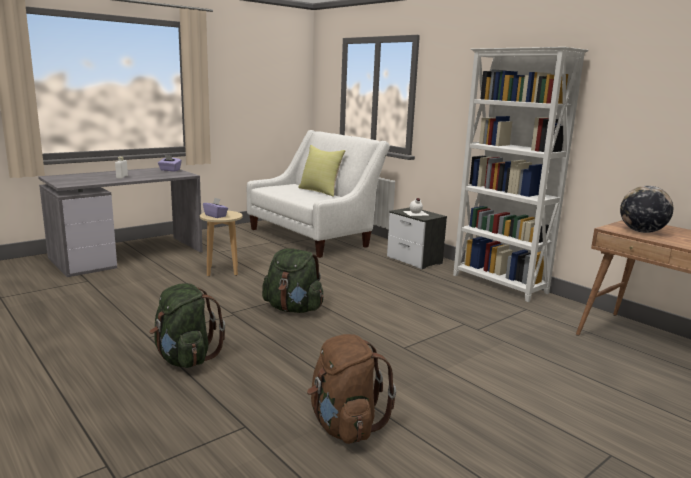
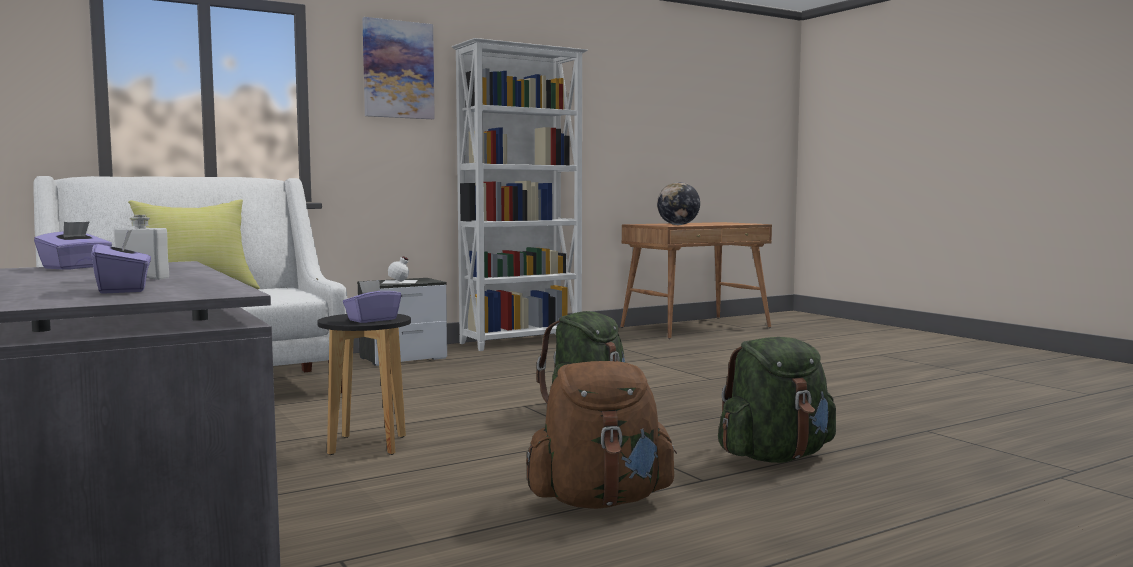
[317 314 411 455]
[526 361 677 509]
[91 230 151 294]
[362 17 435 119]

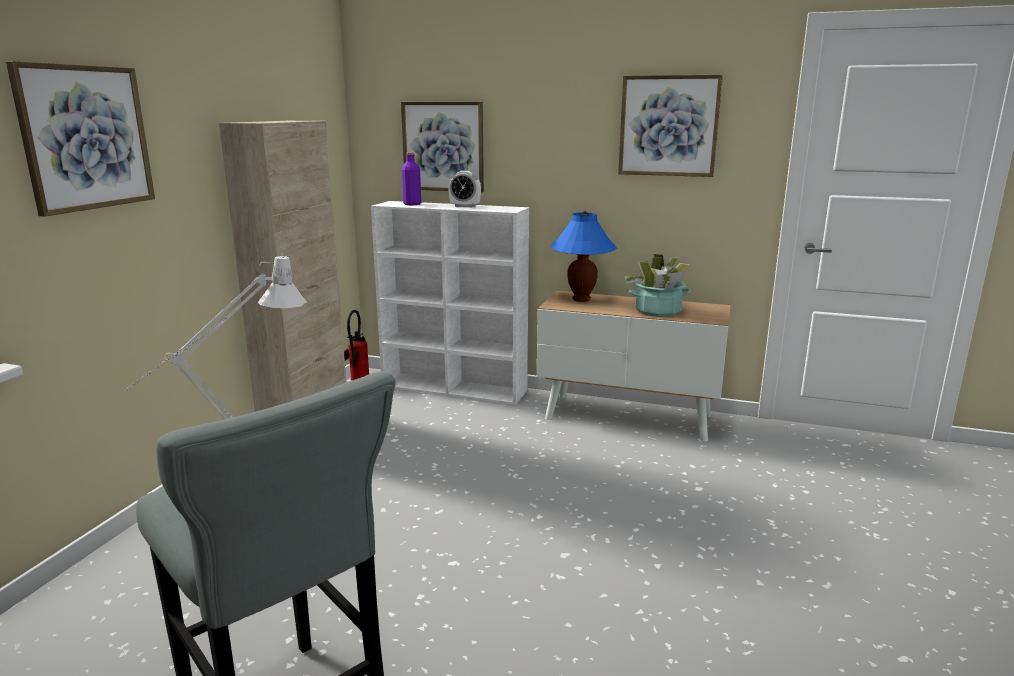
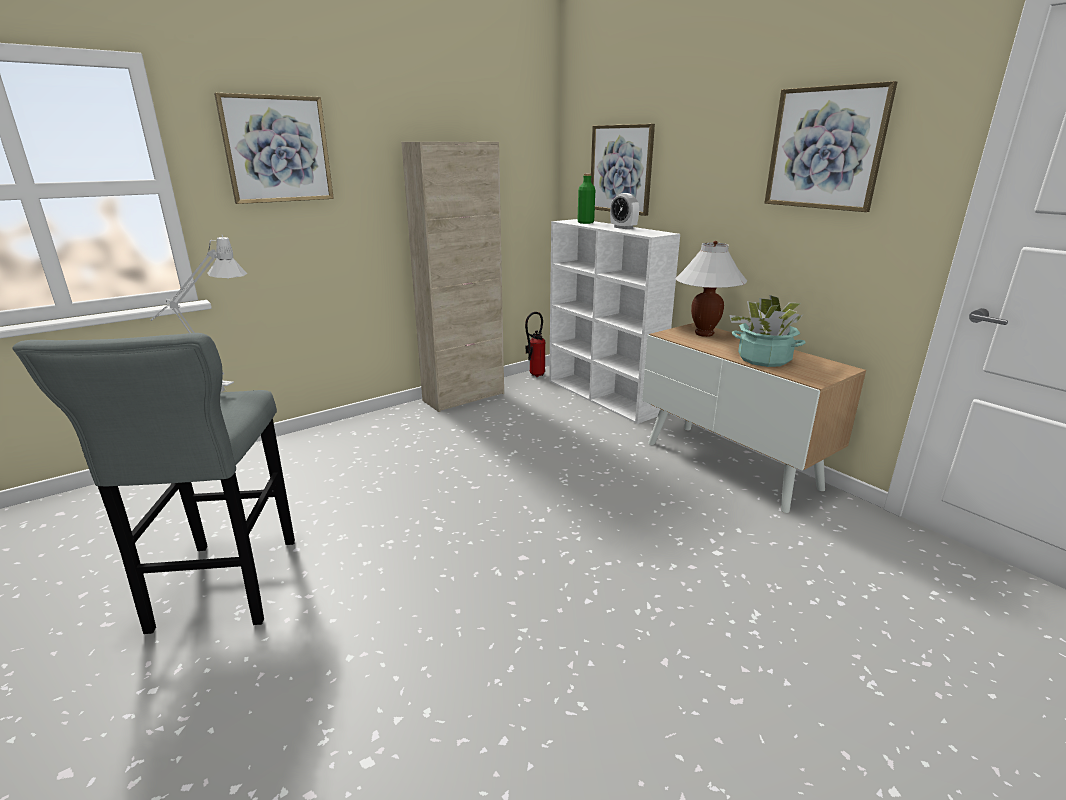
[578 173 595 224]
[675 241 748 337]

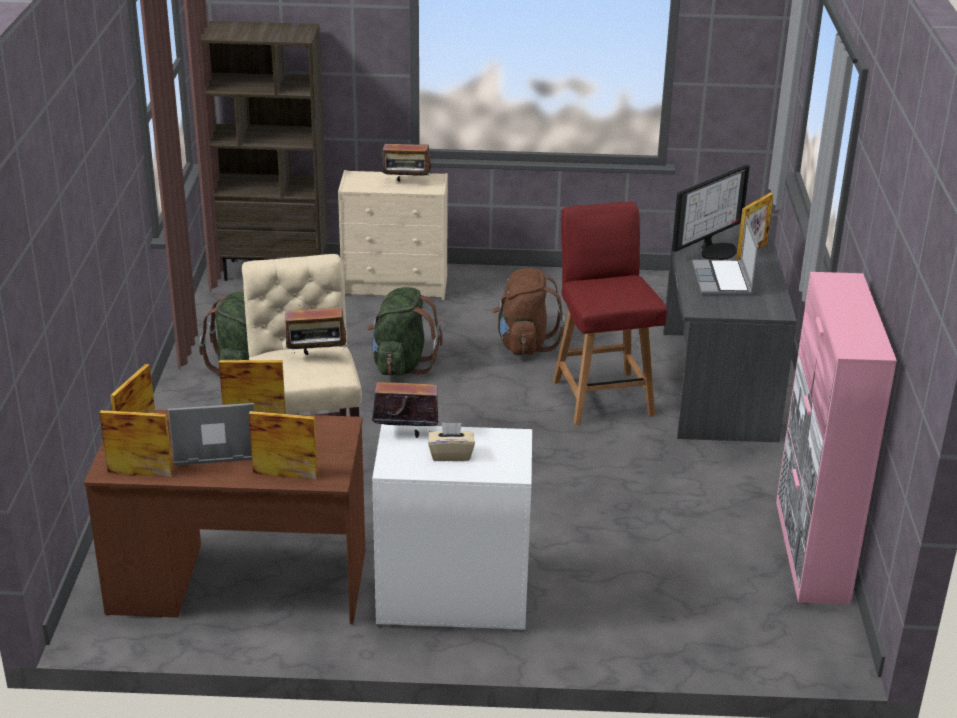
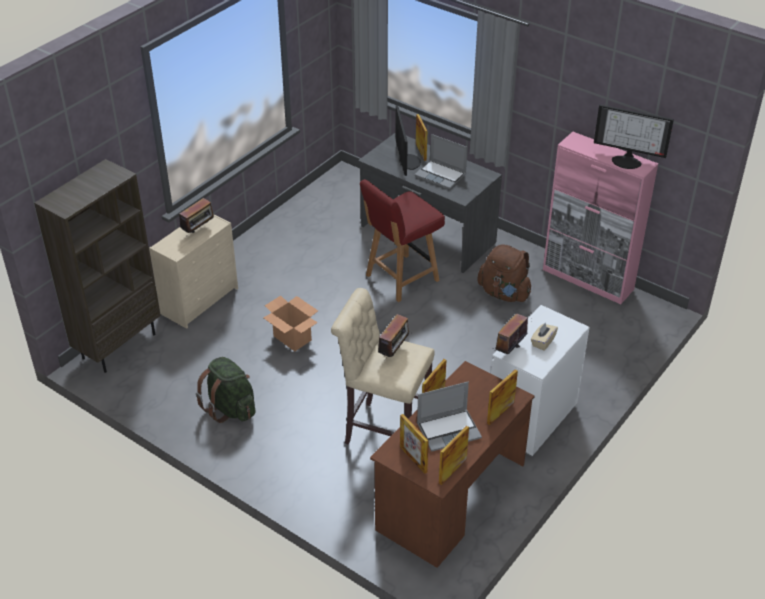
[417 382 482 452]
[264 296 318 351]
[477 244 531 302]
[360 179 445 302]
[594 105 674 169]

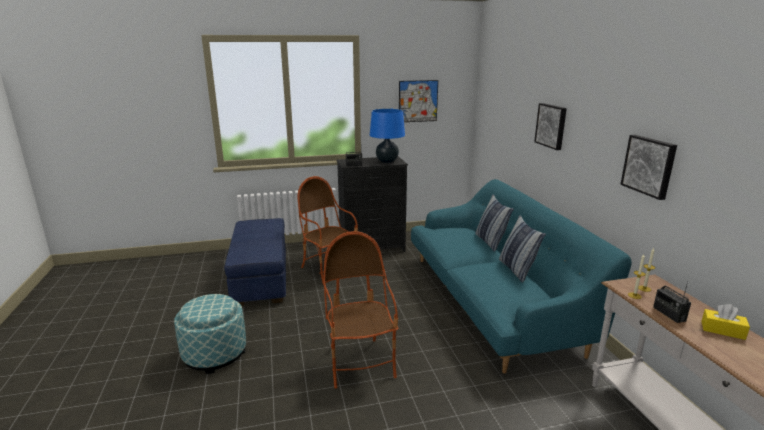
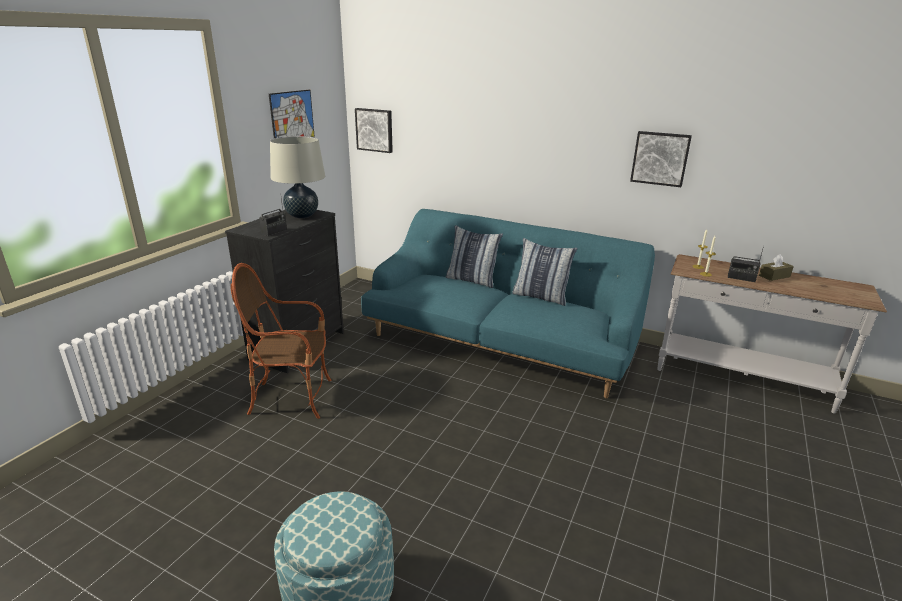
[224 218 286 306] (first image)
[324 231 398 389] (first image)
[270 136 325 218]
[355 108 393 153]
[759 254 794 281]

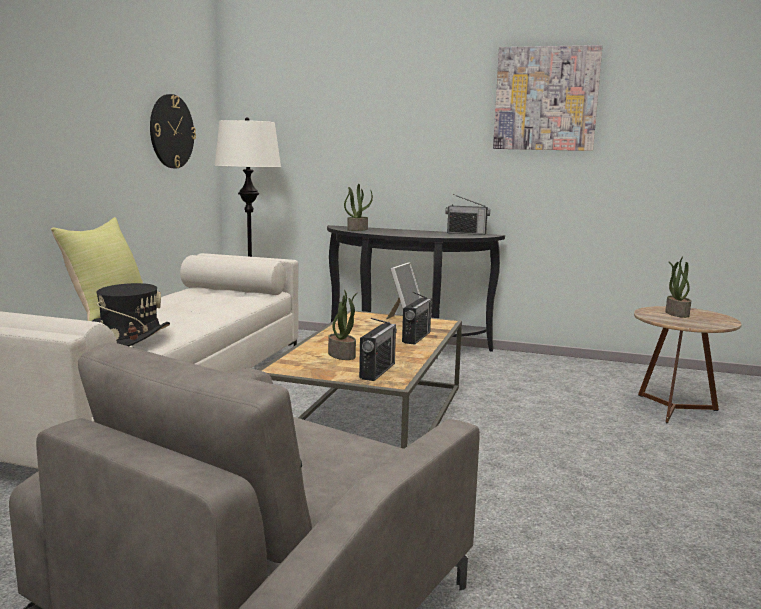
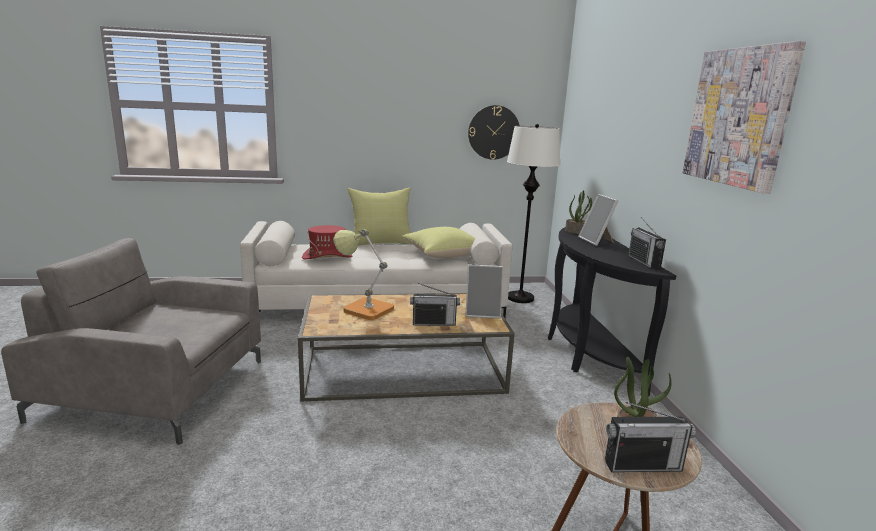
[302 225 353 259]
[334 229 394 320]
[605 402 696 472]
[401 227 475 258]
[578 194 619 246]

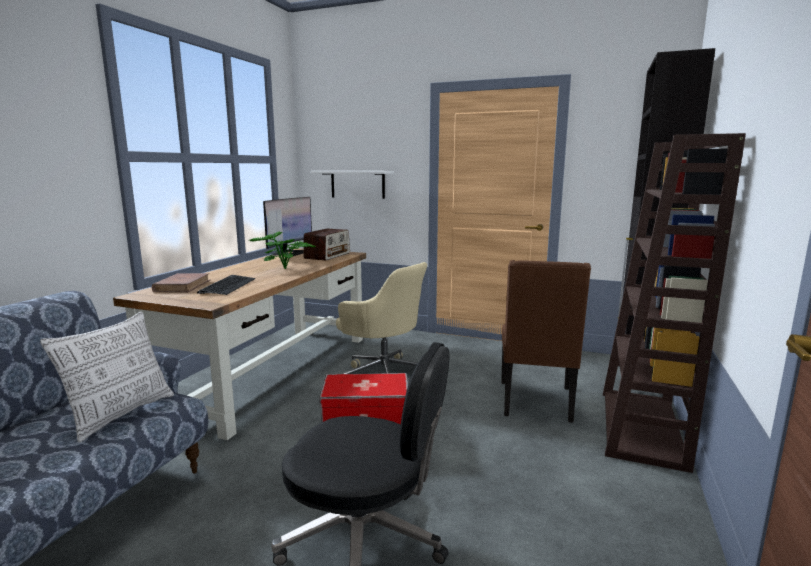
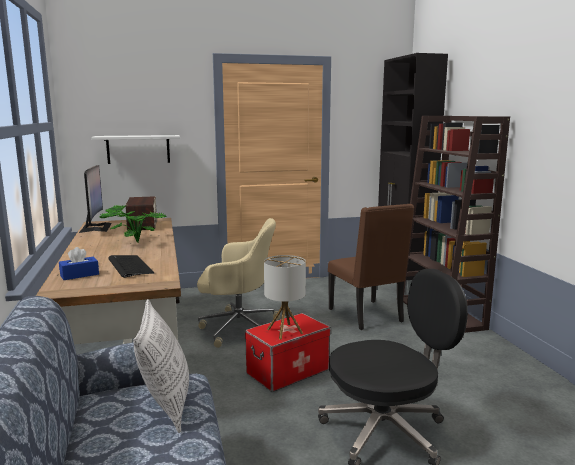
[59 247 99 280]
[264 255 306 340]

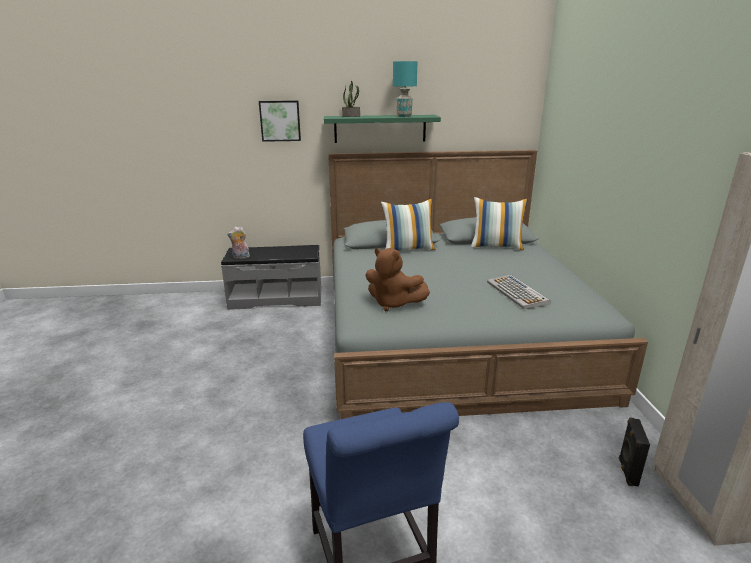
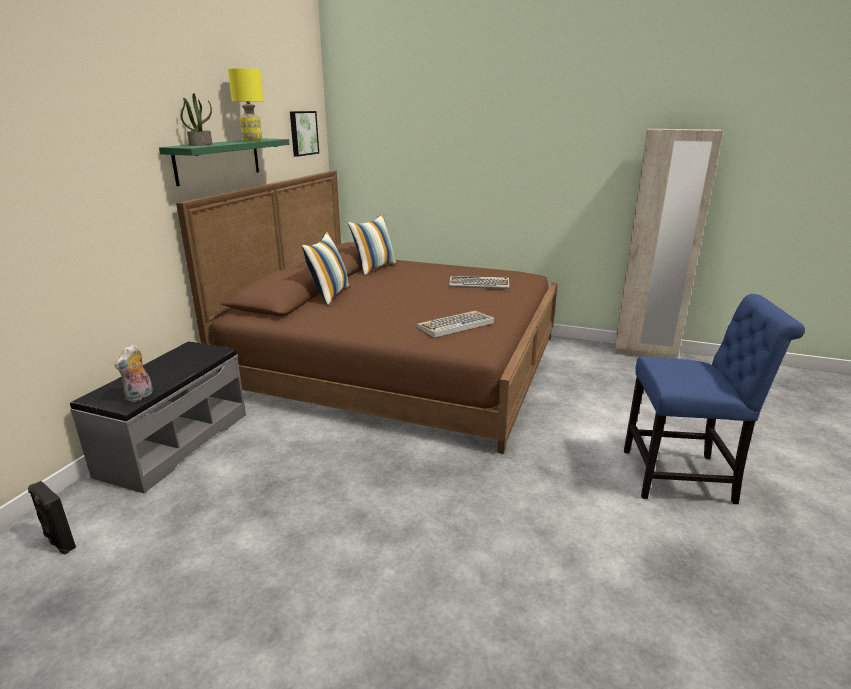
[290 111 319 157]
[176 171 558 454]
[416 311 494 338]
[228 68 264 141]
[28 481 76 554]

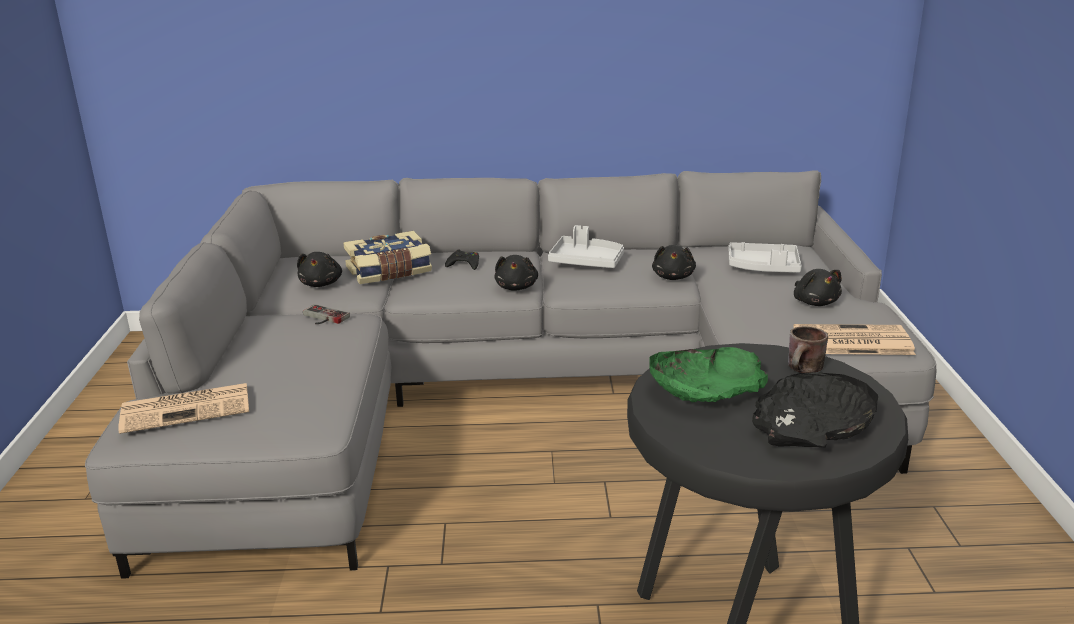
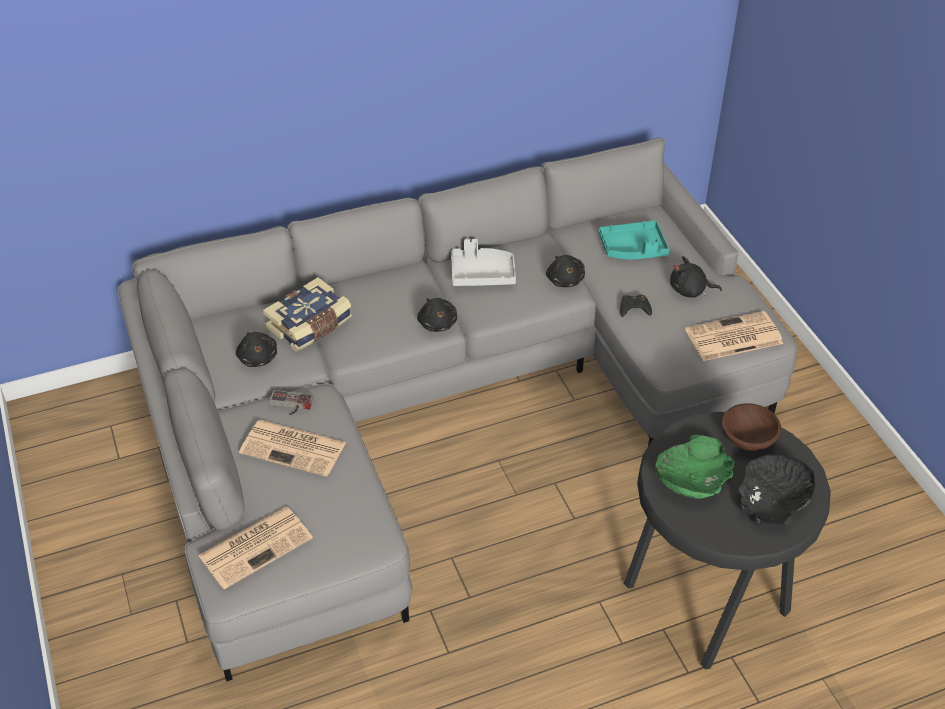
[620 295 652 317]
[598 221 670 259]
[722 403 781 451]
[670 256 722 298]
[239 420 346 477]

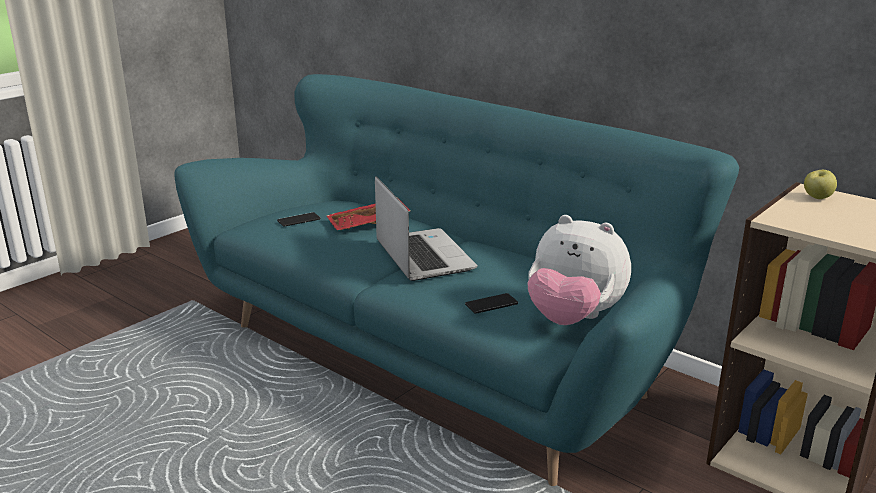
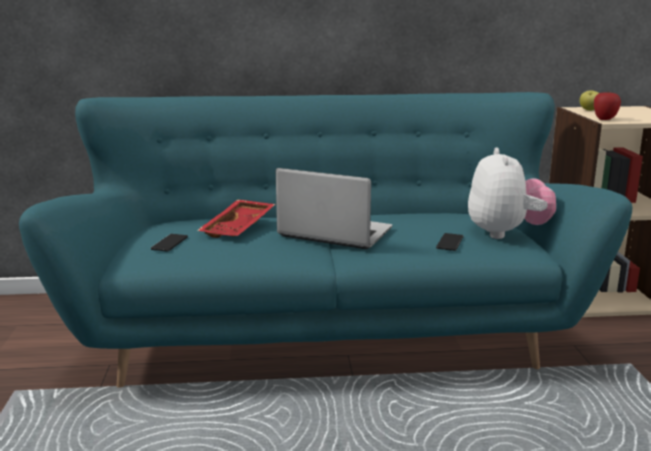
[468 148 556 239]
[594 91 621 120]

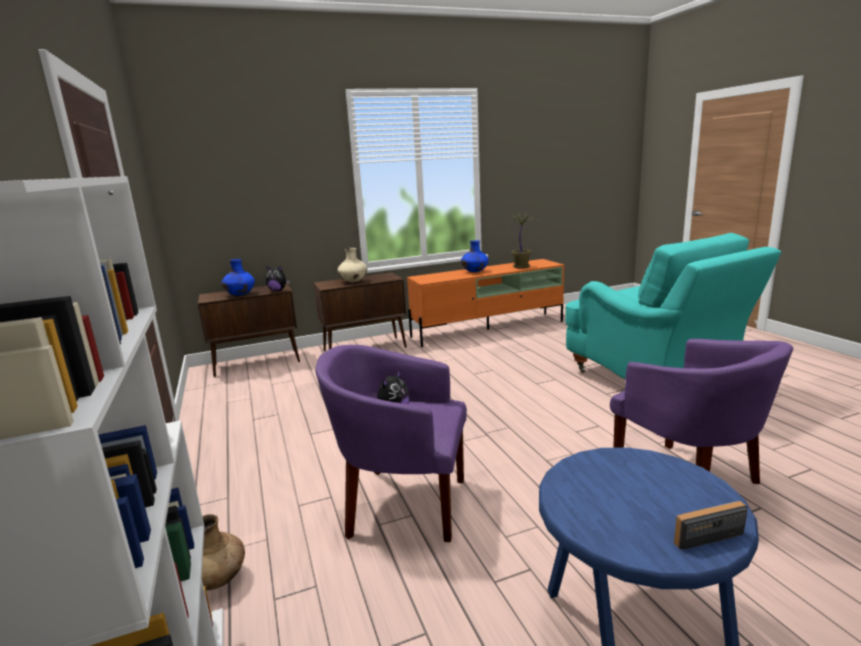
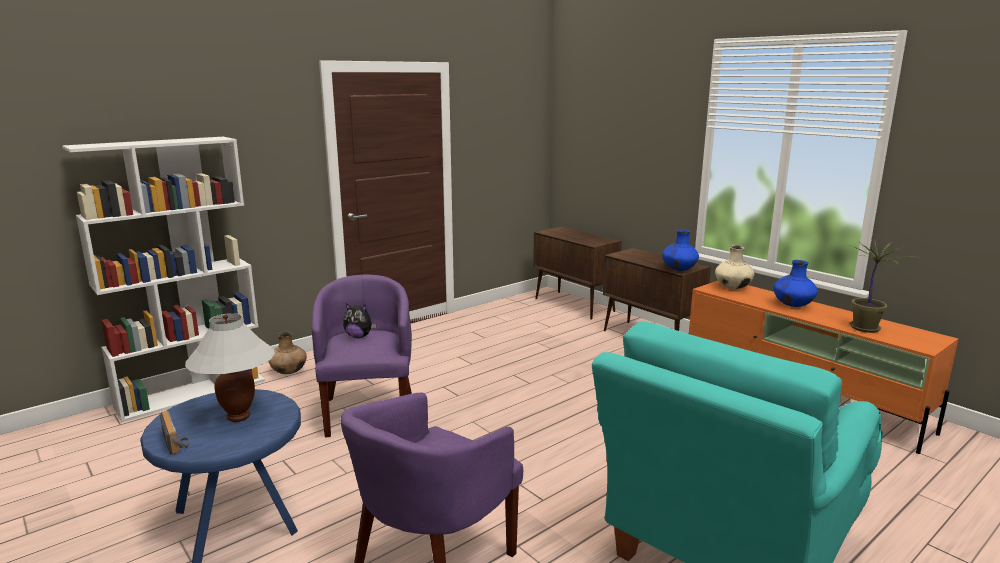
[662 229 699 271]
[266 266 290 291] (first image)
[715 245 755 289]
[185 313 275 422]

